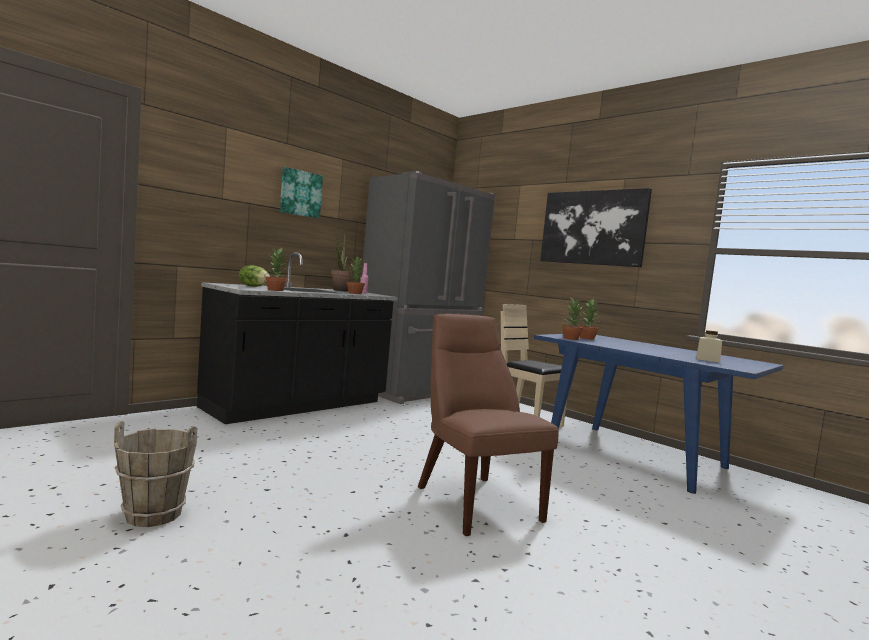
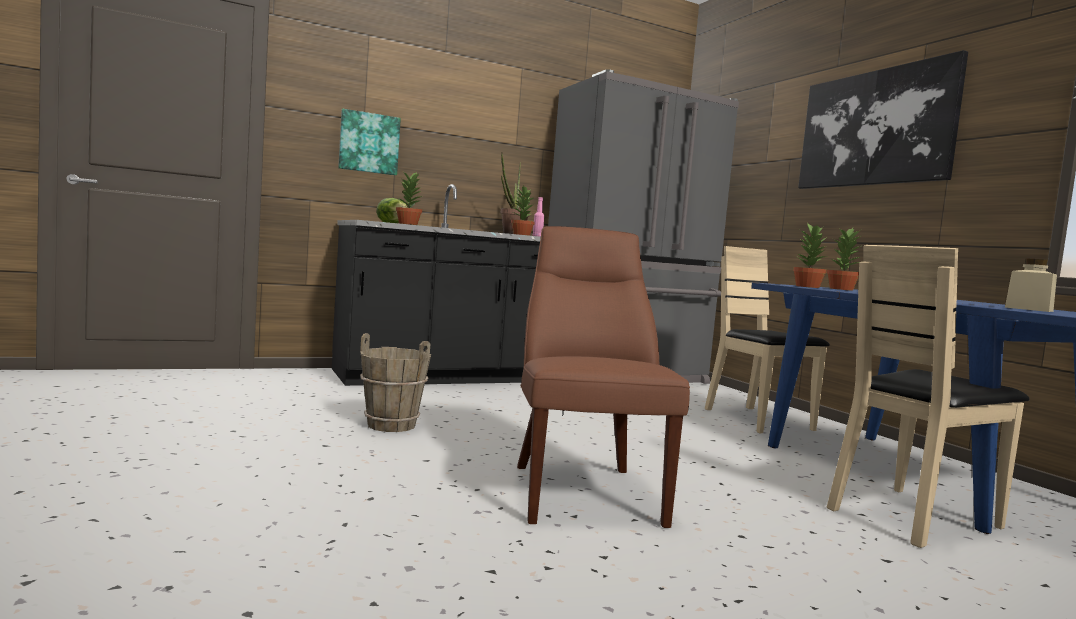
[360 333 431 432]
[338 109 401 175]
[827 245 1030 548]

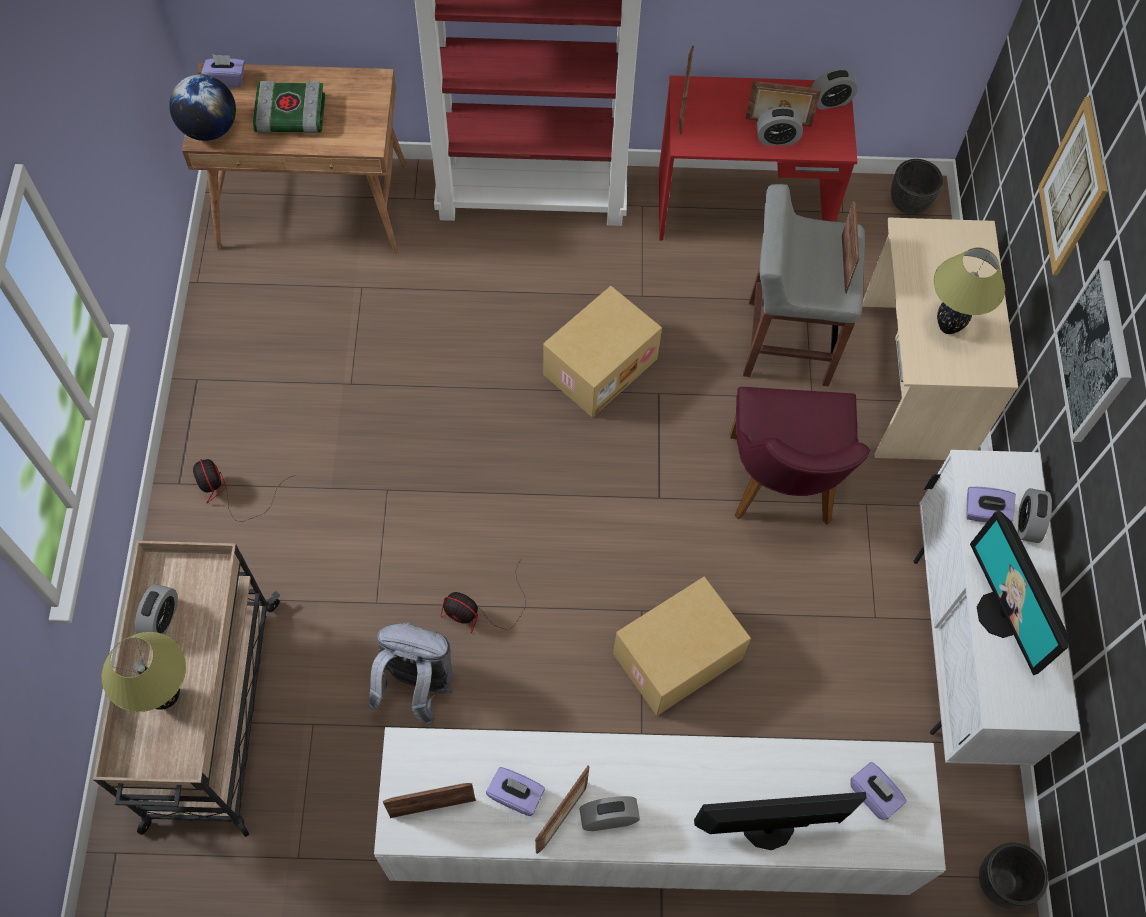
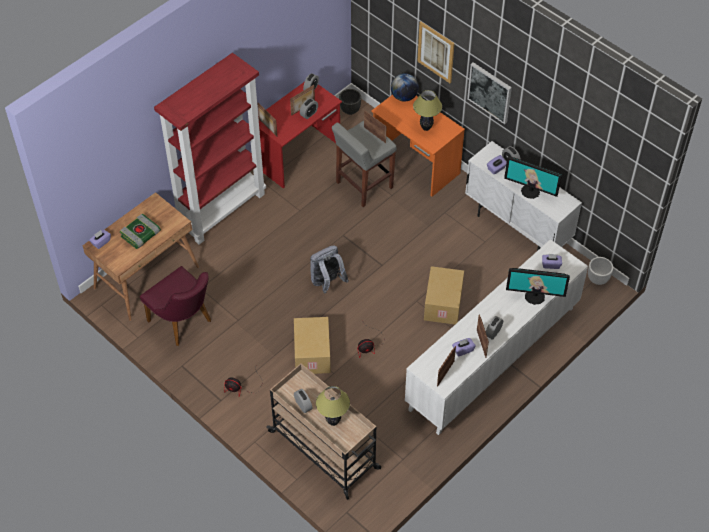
[391 73 419 102]
[310 246 349 293]
[294 317 331 374]
[506 268 570 305]
[140 266 211 346]
[371 95 465 197]
[588 257 613 285]

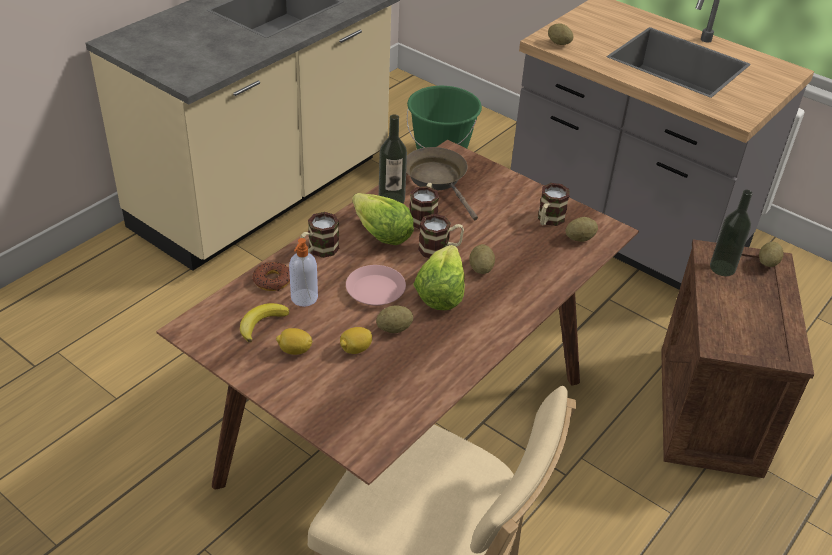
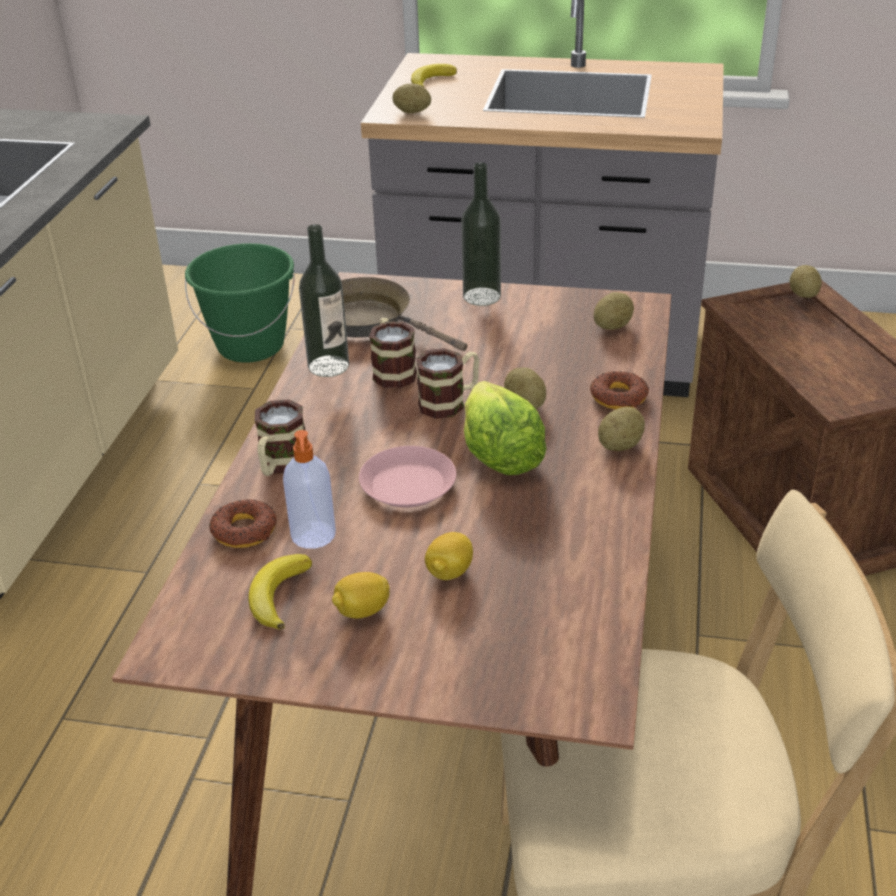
[352 193 414 245] (first image)
[598 407 645 451]
[538 183 570 226] (first image)
[461 162 501 306]
[411 64 457 87]
[590 371 649 409]

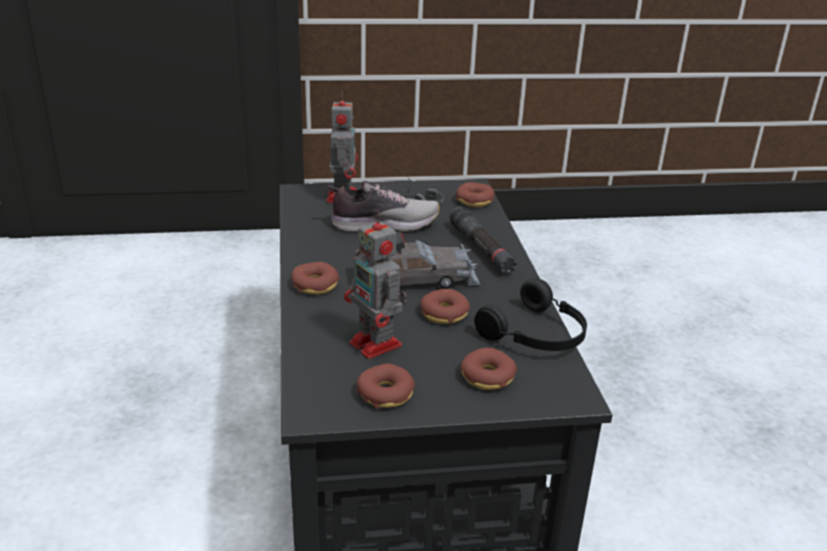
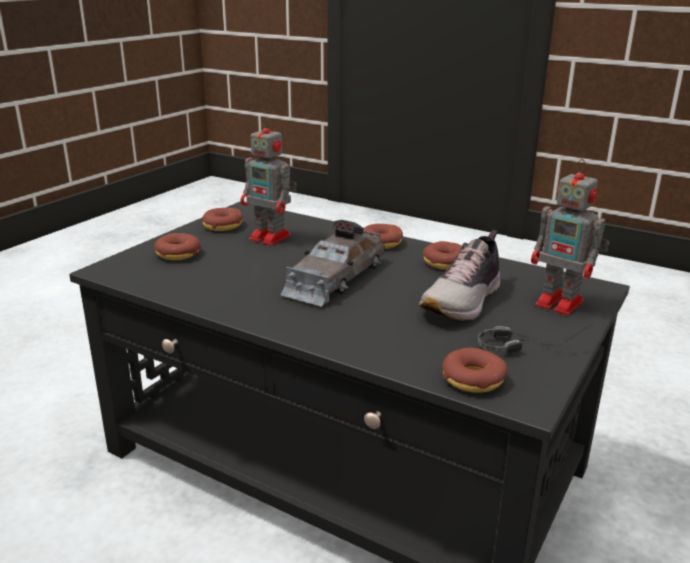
[241 117 297 246]
[423 241 462 270]
[449 206 517 274] (first image)
[474 279 587 351] (first image)

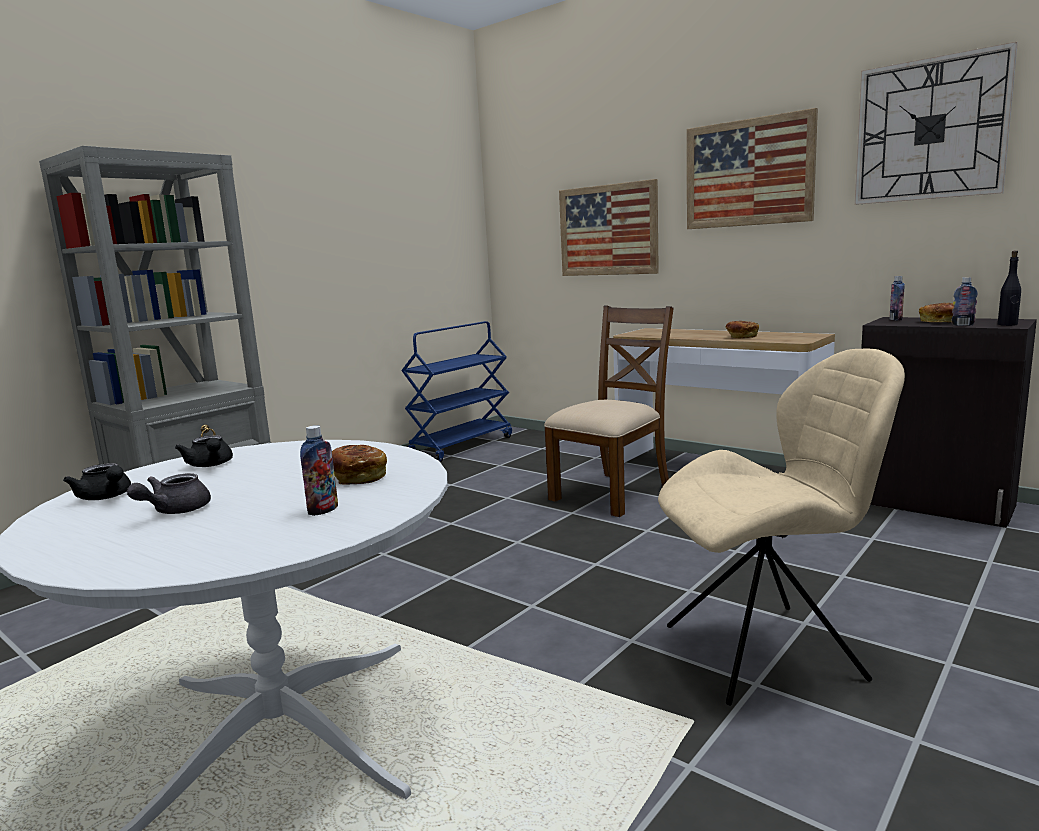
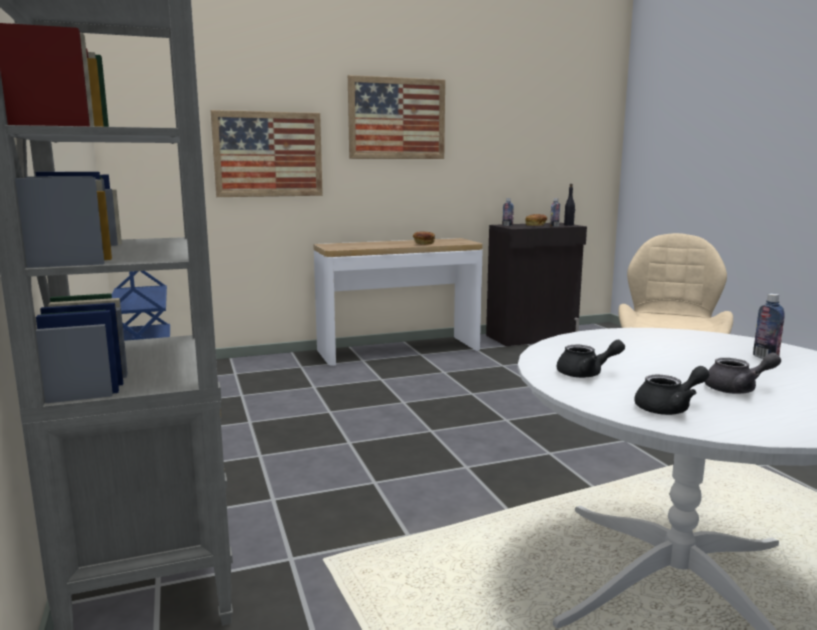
[704 353 781 394]
[332 445 387 485] (first image)
[544 306 674 517] (first image)
[855 42 1018 205] (first image)

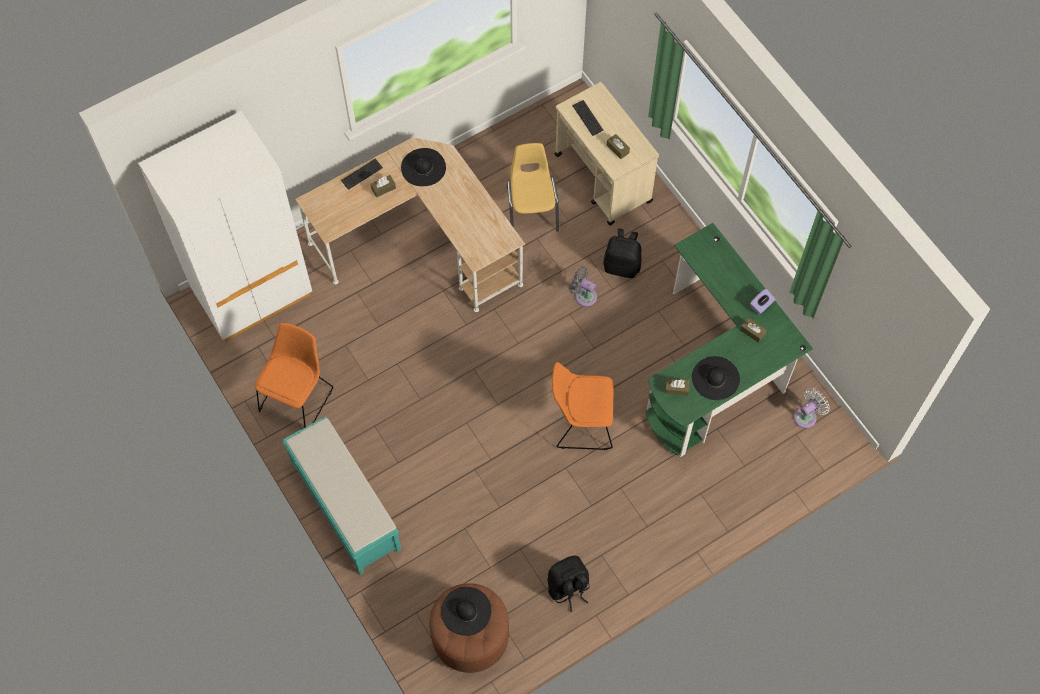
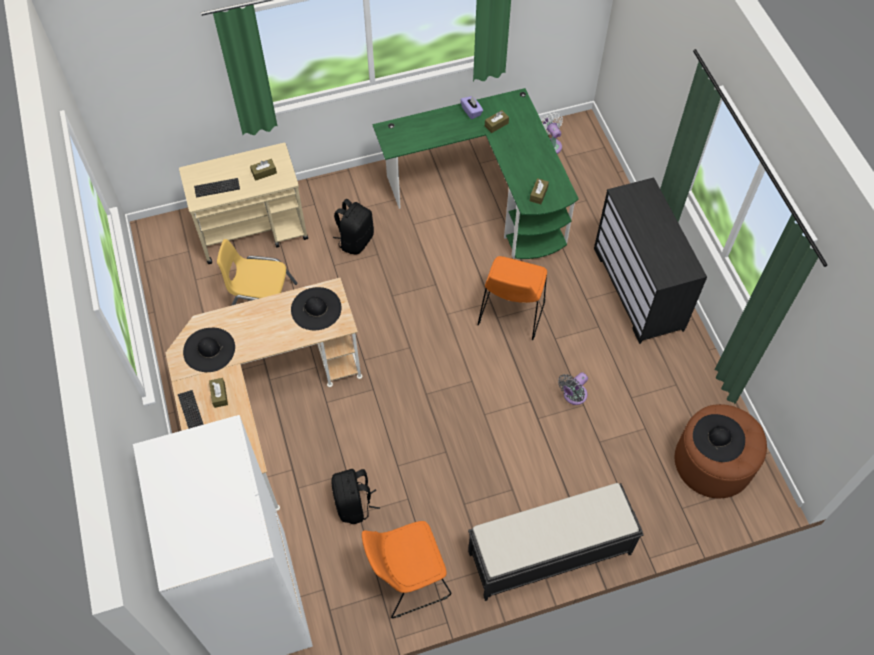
[362 521 452 618]
[468 483 644 601]
[331 469 380 524]
[558 372 588 405]
[291 287 342 330]
[594 177 707 344]

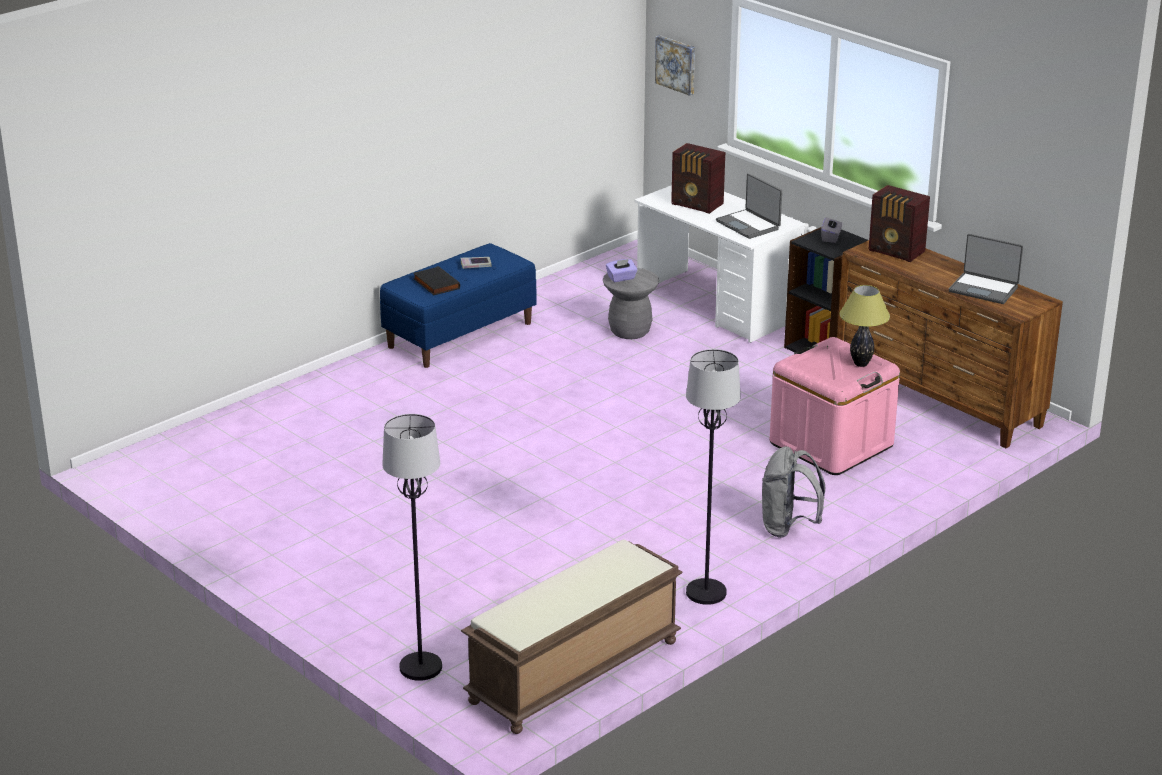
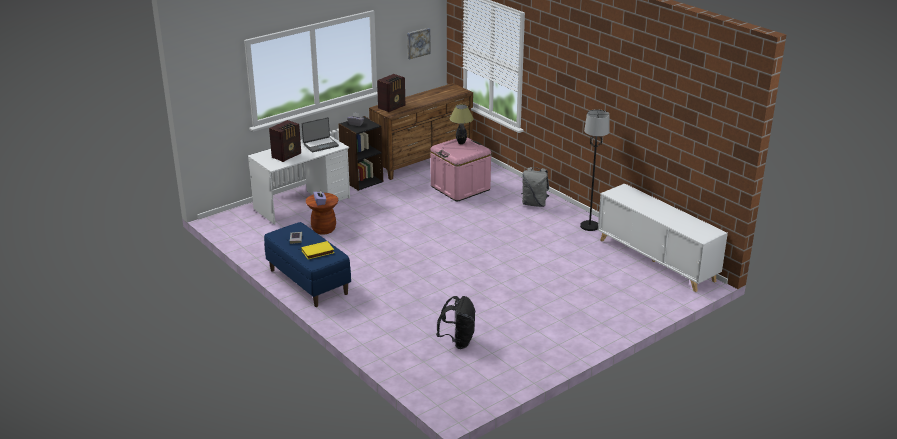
[382 414 442 681] (first image)
[301 241 334 259]
[598 183 728 292]
[306 193 338 235]
[407 28 431 59]
[949 234 1023 304] (first image)
[436 296 475 349]

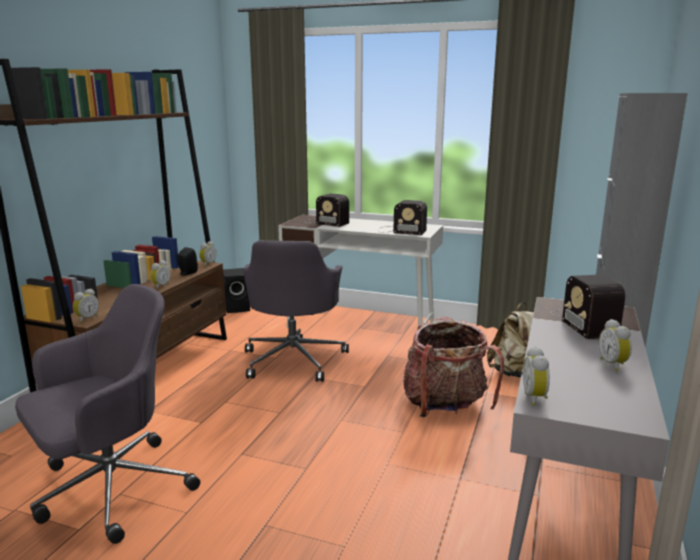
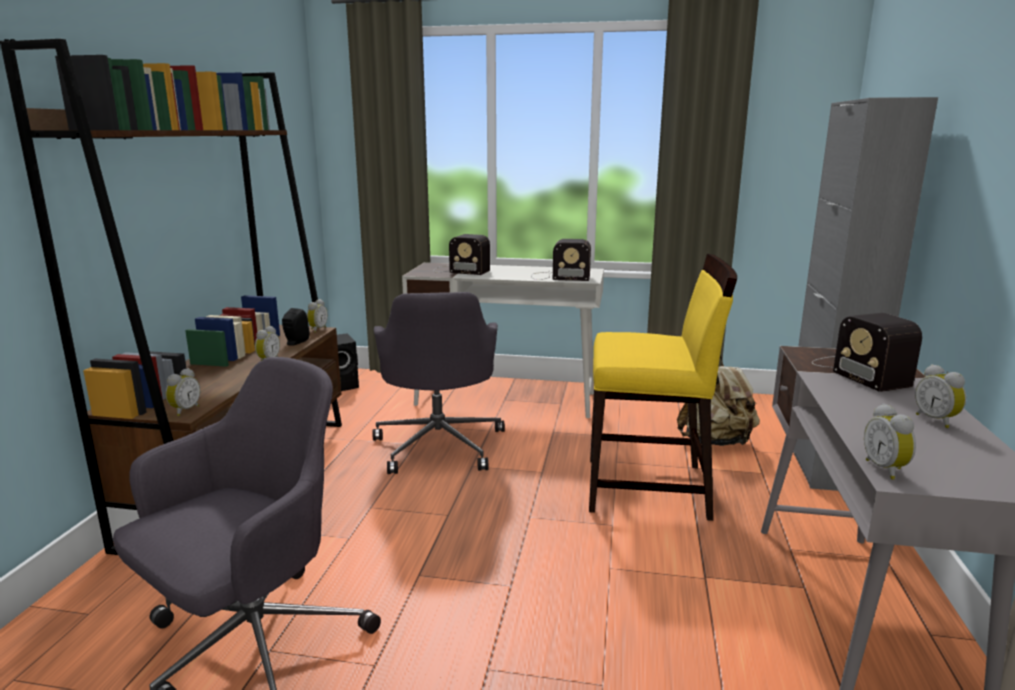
[589 254 737 521]

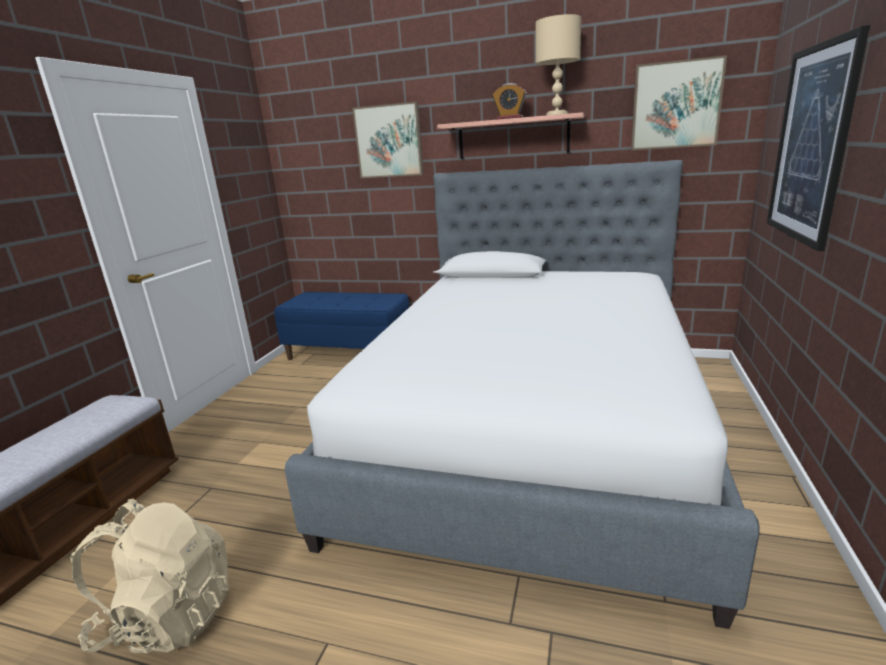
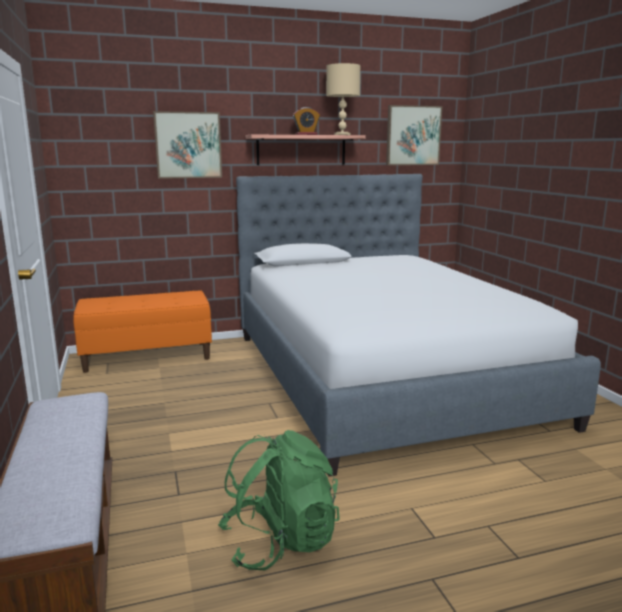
[218 430 340 570]
[73 290 212 373]
[767 25 870 251] (first image)

